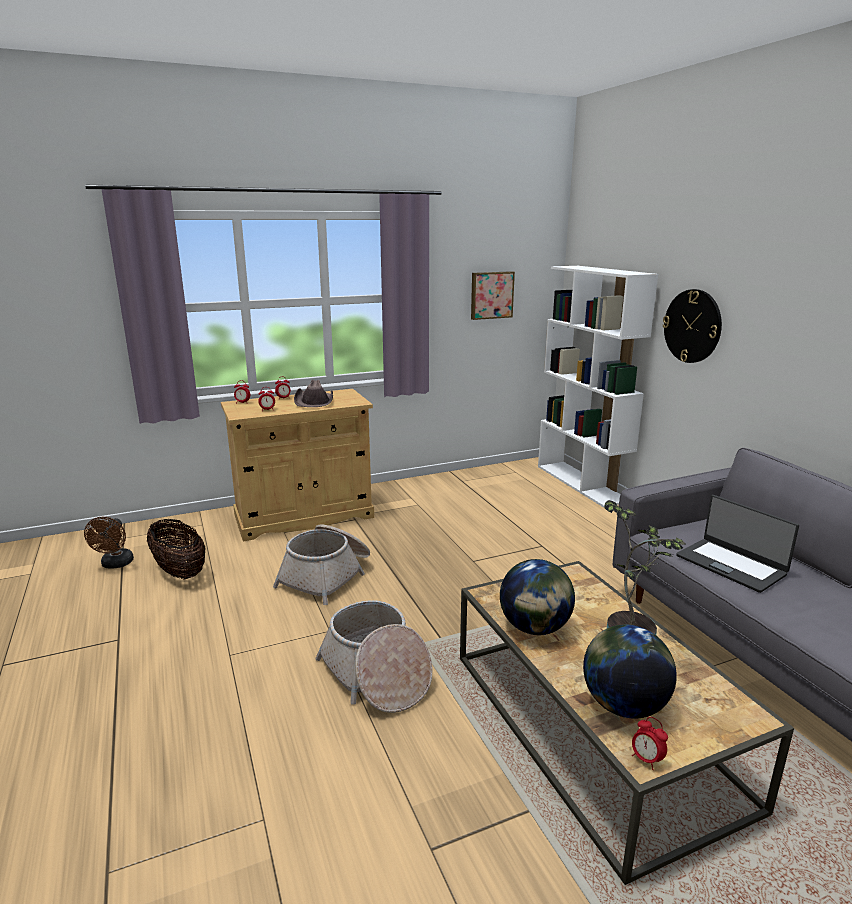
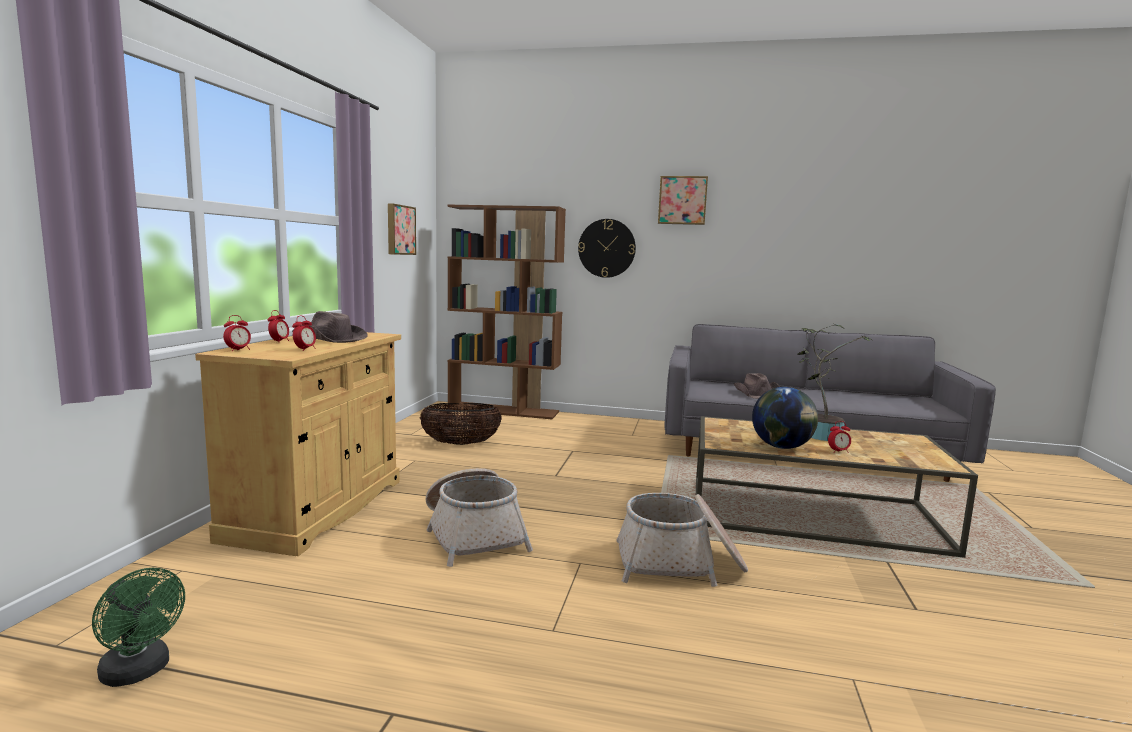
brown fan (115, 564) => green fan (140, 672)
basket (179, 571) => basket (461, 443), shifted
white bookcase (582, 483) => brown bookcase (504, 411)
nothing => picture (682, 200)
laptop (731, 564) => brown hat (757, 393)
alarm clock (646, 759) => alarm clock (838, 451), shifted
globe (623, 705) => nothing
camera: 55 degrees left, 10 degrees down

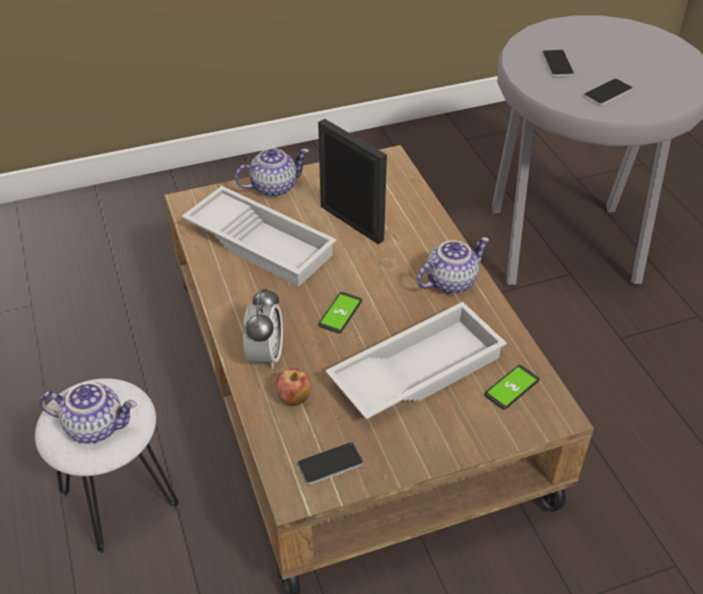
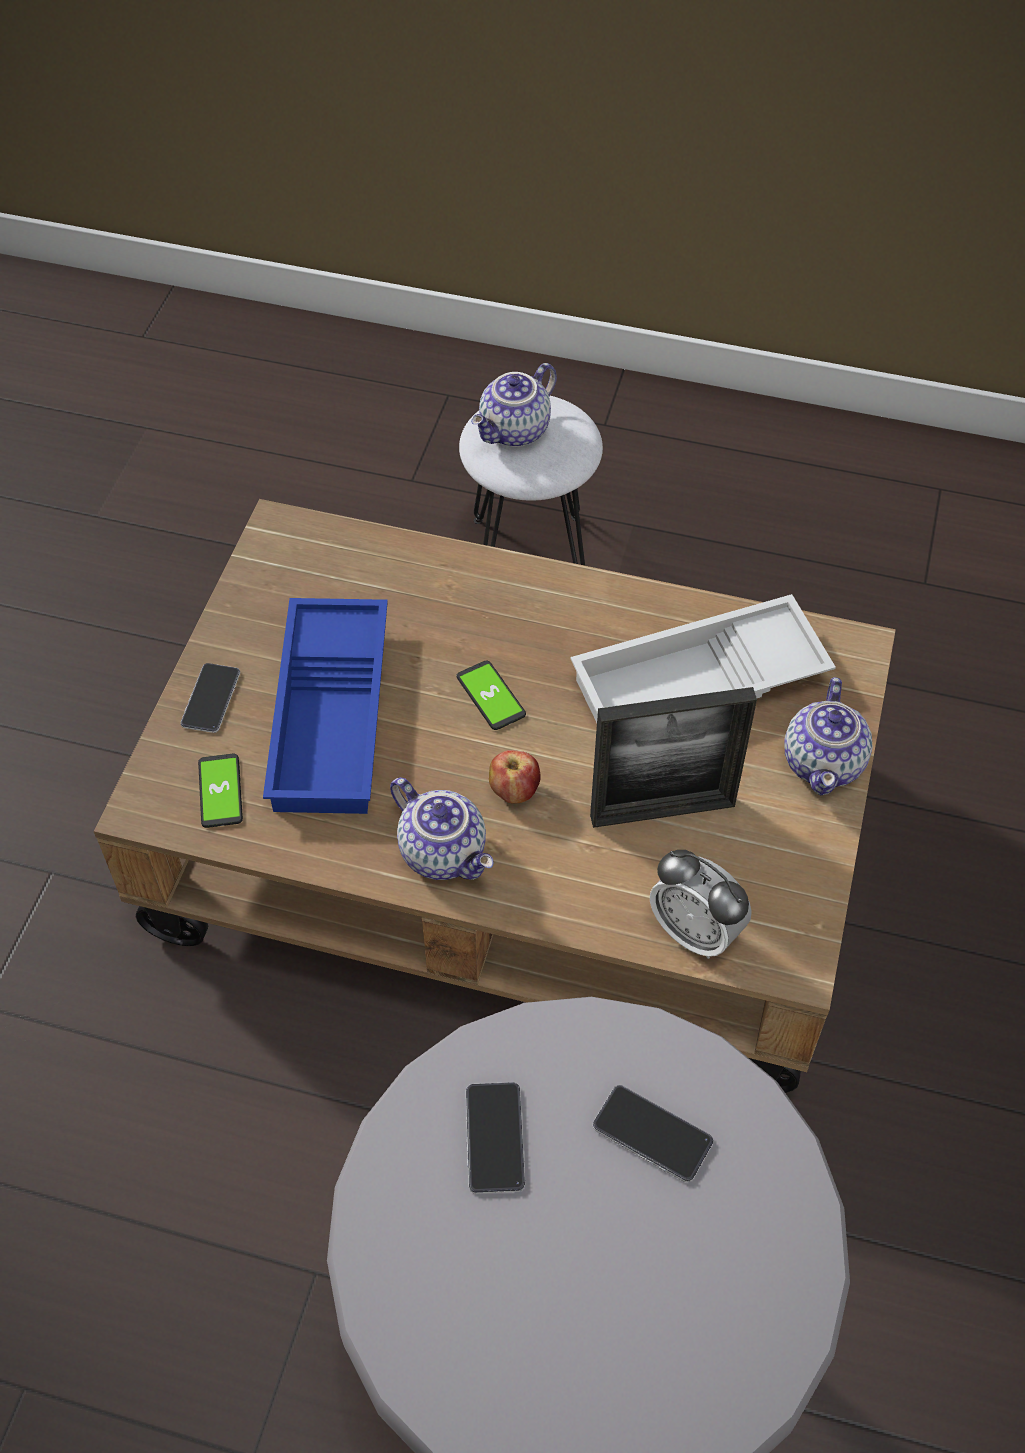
phone (330, 464) => phone (211, 699), shifted
white tray (416, 369) => blue tray (334, 716)
teapot (450, 281) => teapot (445, 852), 45 degrees counterclockwise
apple (294, 399) => apple (514, 791), shifted
alarm clock (265, 355) => alarm clock (695, 931), shifted
camera: 125 degrees right, 10 degrees up

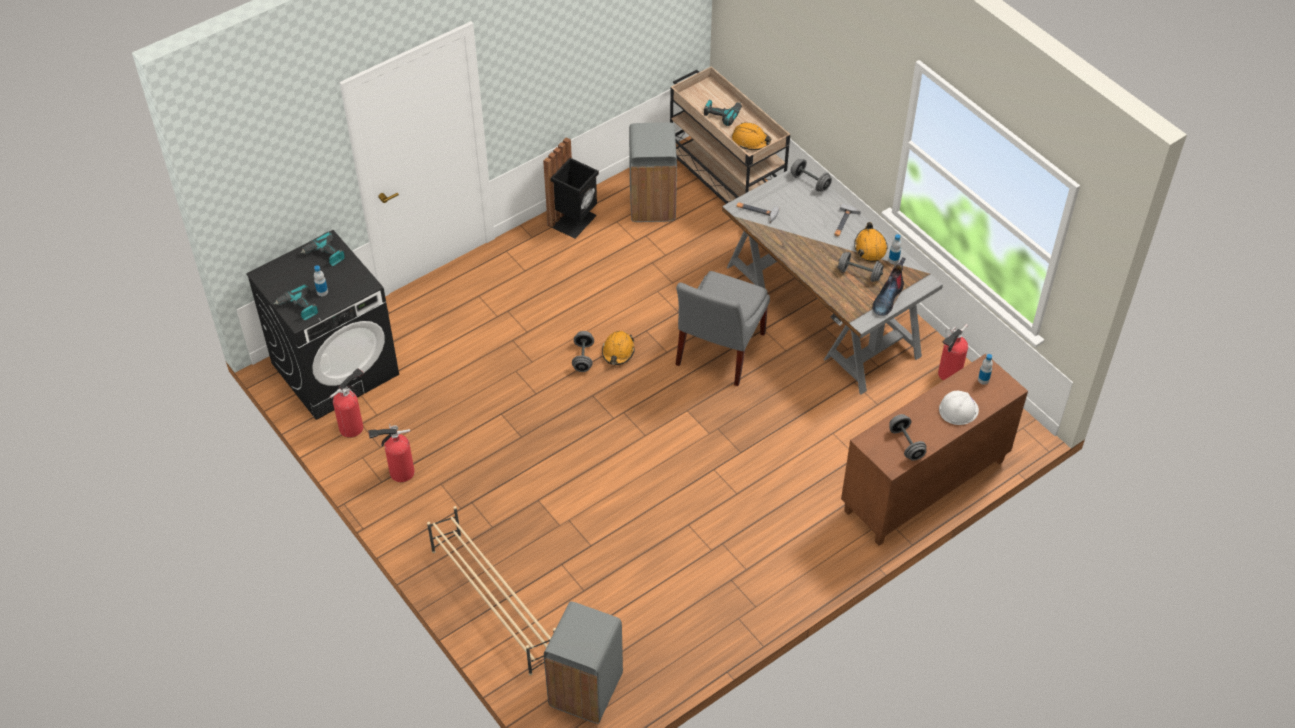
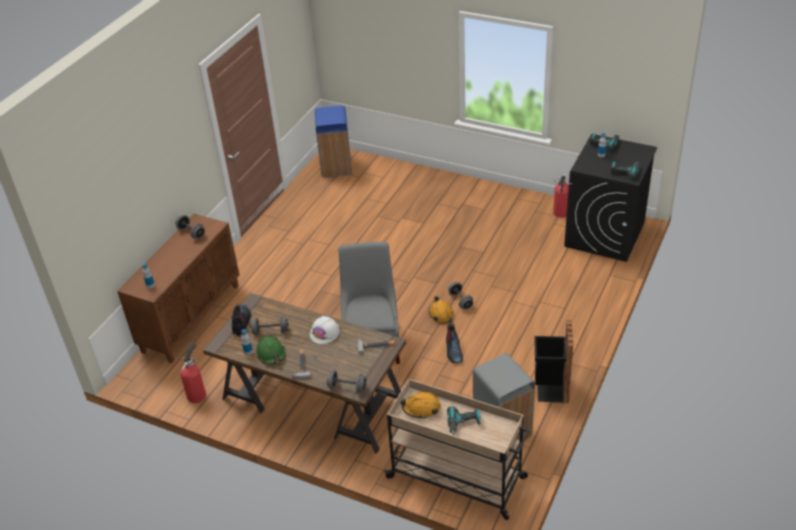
grey desk (823, 310) => brown desk (313, 402)
orange hard hat (870, 247) => green hard hat (271, 354)
white hard hat (958, 409) => white hard hat (324, 333), shifted
grey trash can (585, 690) => blue trash can (336, 166)
nothing => boot (453, 350)
fire extinguisher (399, 472) => nothing
beige shoe rack (493, 602) => nothing
camera: 155 degrees right, 10 degrees down

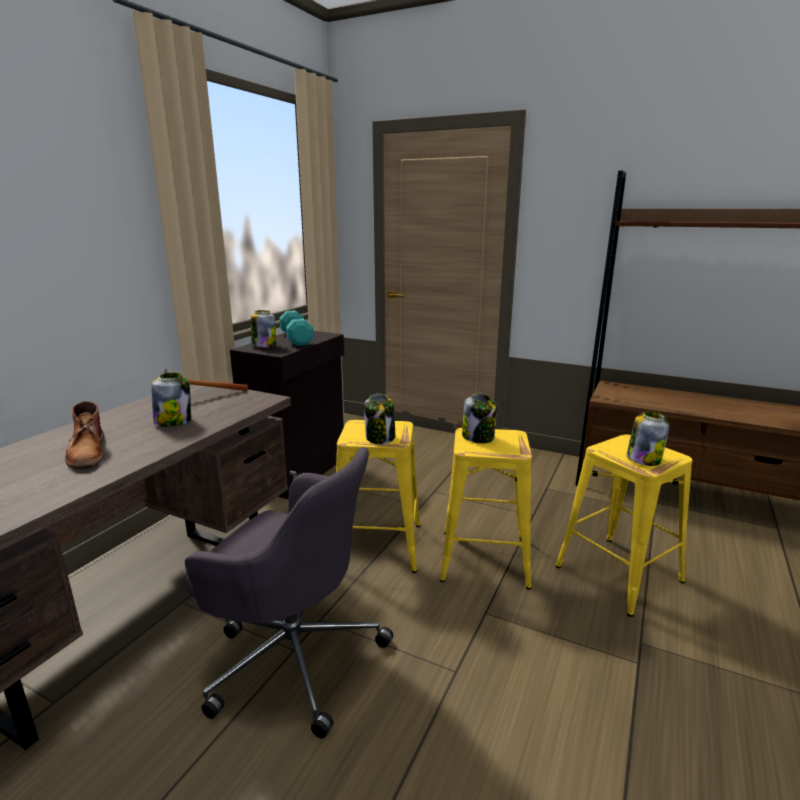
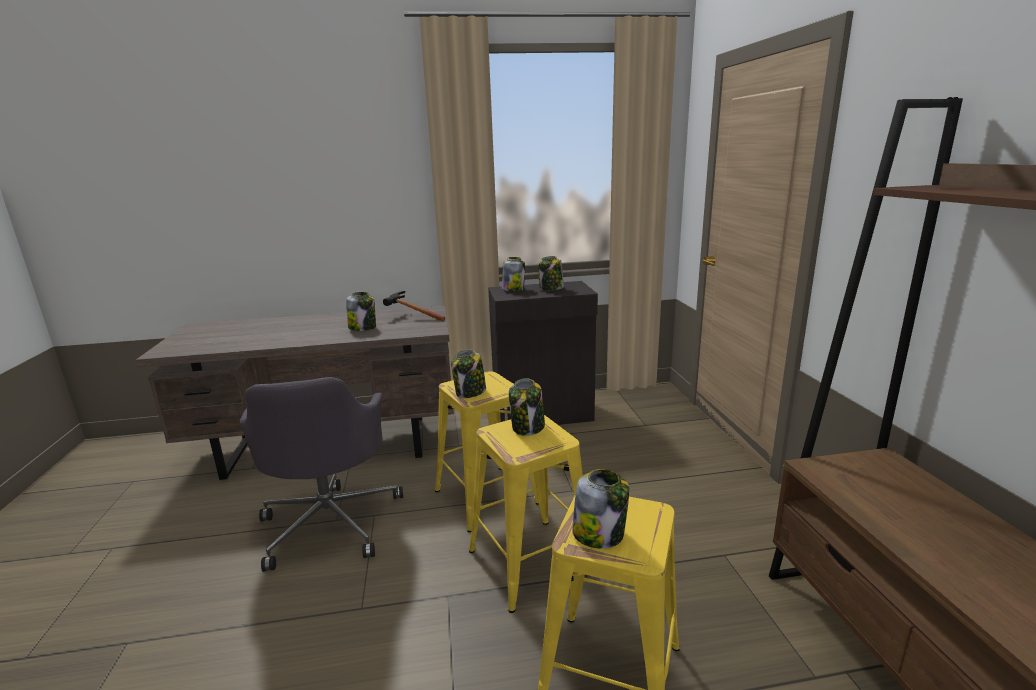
turquoise dumbbell (296, 339) => jar (551, 289)
brown boot (87, 452) => nothing
camera: 55 degrees right, 0 degrees up

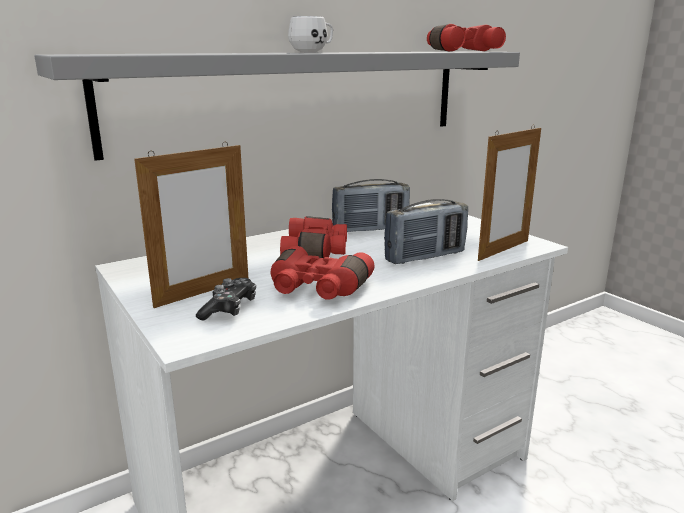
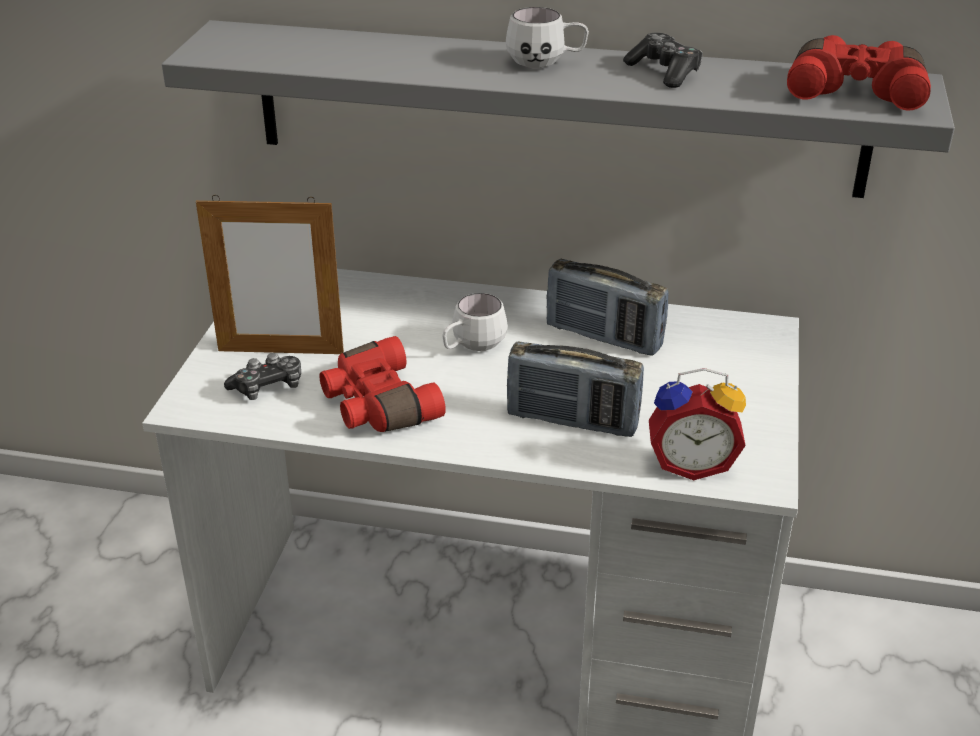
red binoculars (316, 252) => white mug (472, 347)
nothing => game controller (664, 72)
picture frame (503, 250) => alarm clock (691, 464)
camera: 45 degrees right, 15 degrees up

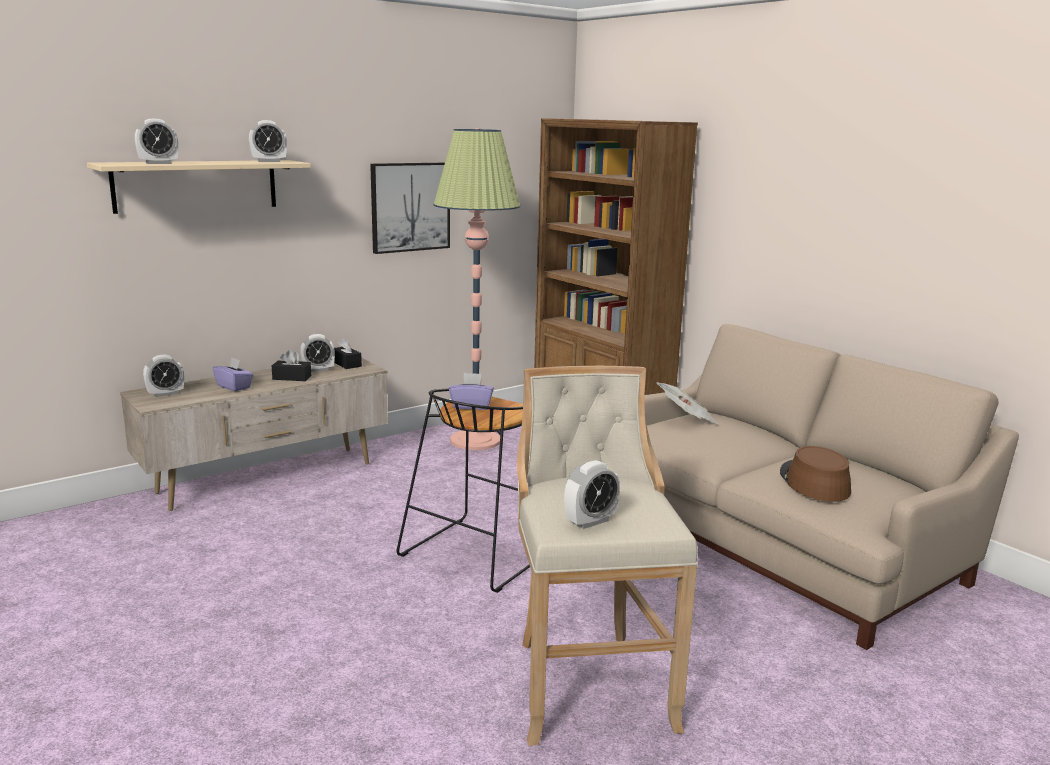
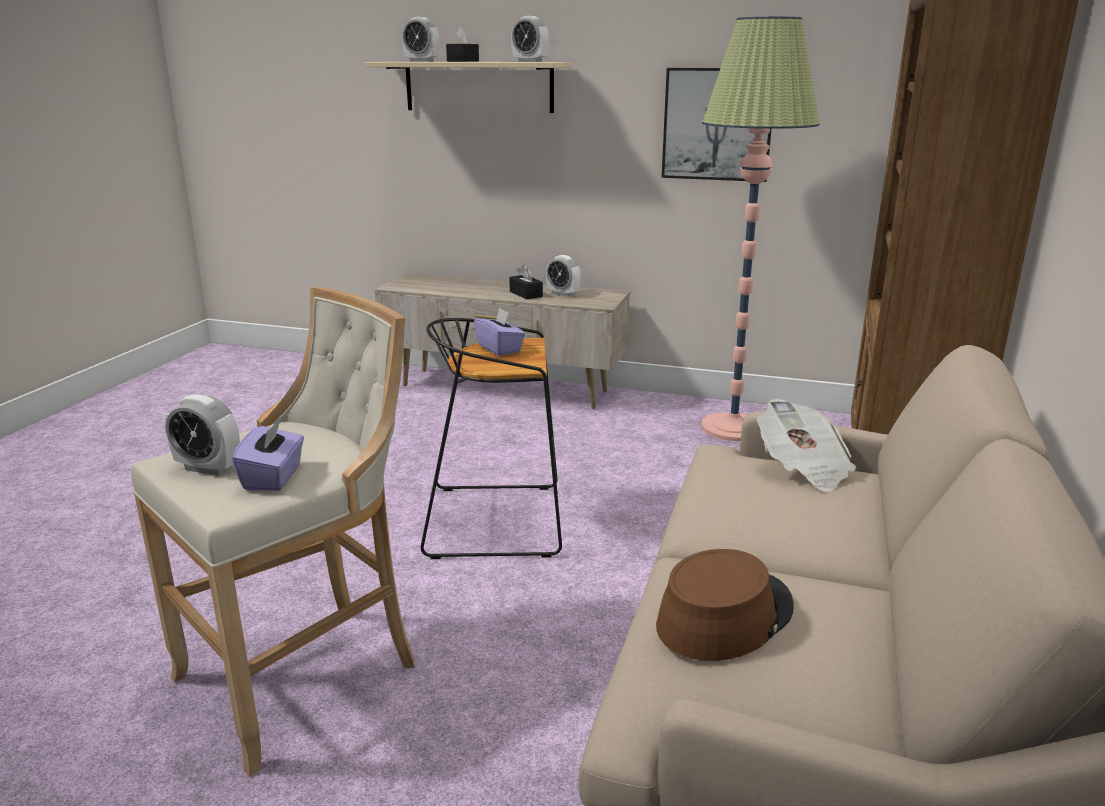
purple tissue box (234, 387) => purple tissue box (273, 477), shifted
black tissue box (346, 364) => black tissue box (463, 61), shifted
alarm clock (165, 394) => nothing
camera: 55 degrees right, 5 degrees up

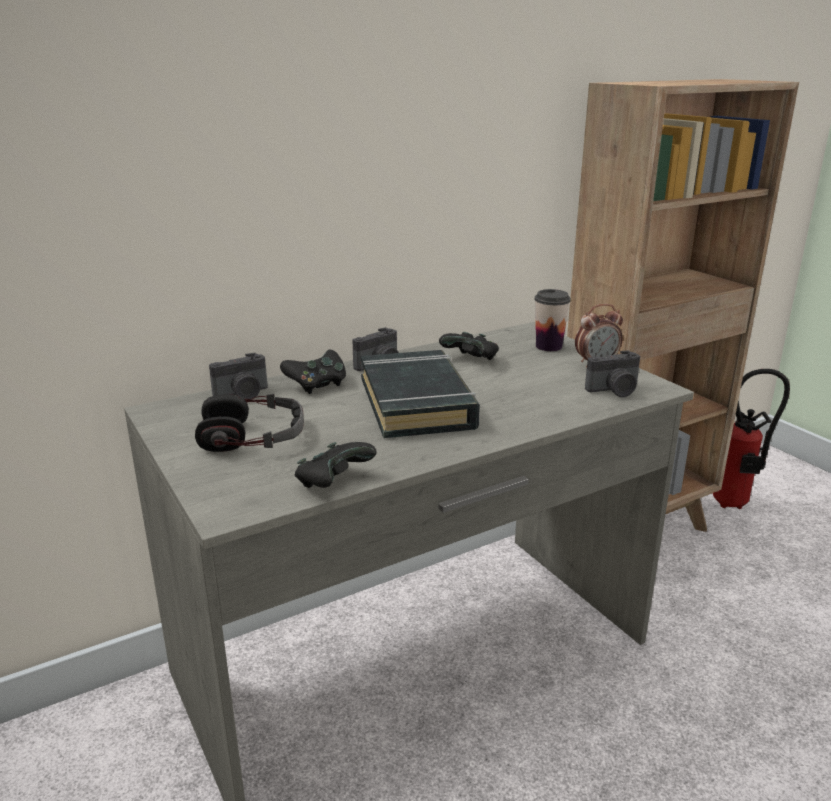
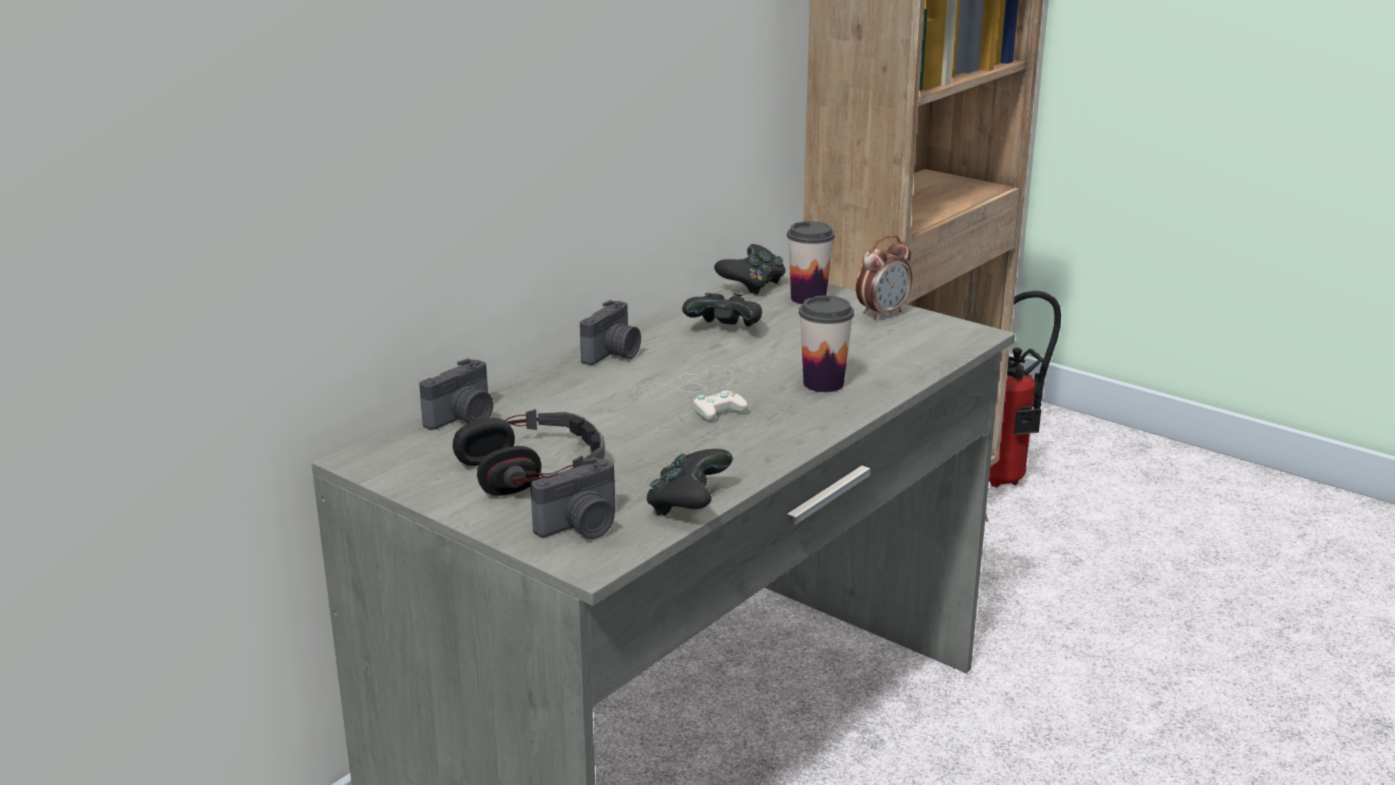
photo camera (614, 390) => photo camera (581, 527), shifted
black book (417, 403) => white game controller (704, 395)
black game controller (316, 385) => black game controller (752, 286), shifted
nothing => cup (823, 383)
camera: 20 degrees left, 0 degrees up

